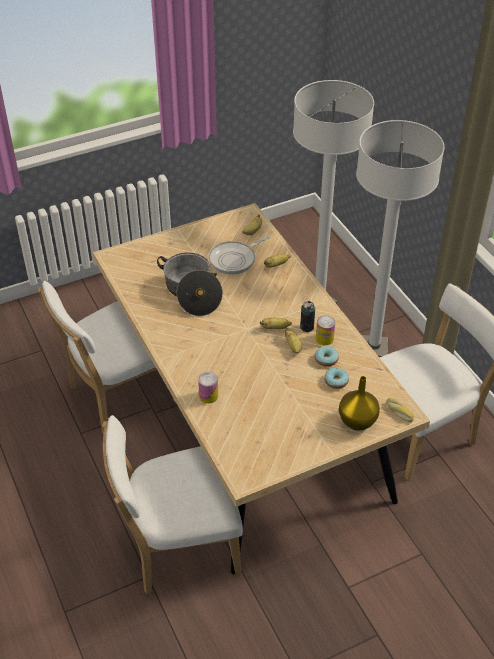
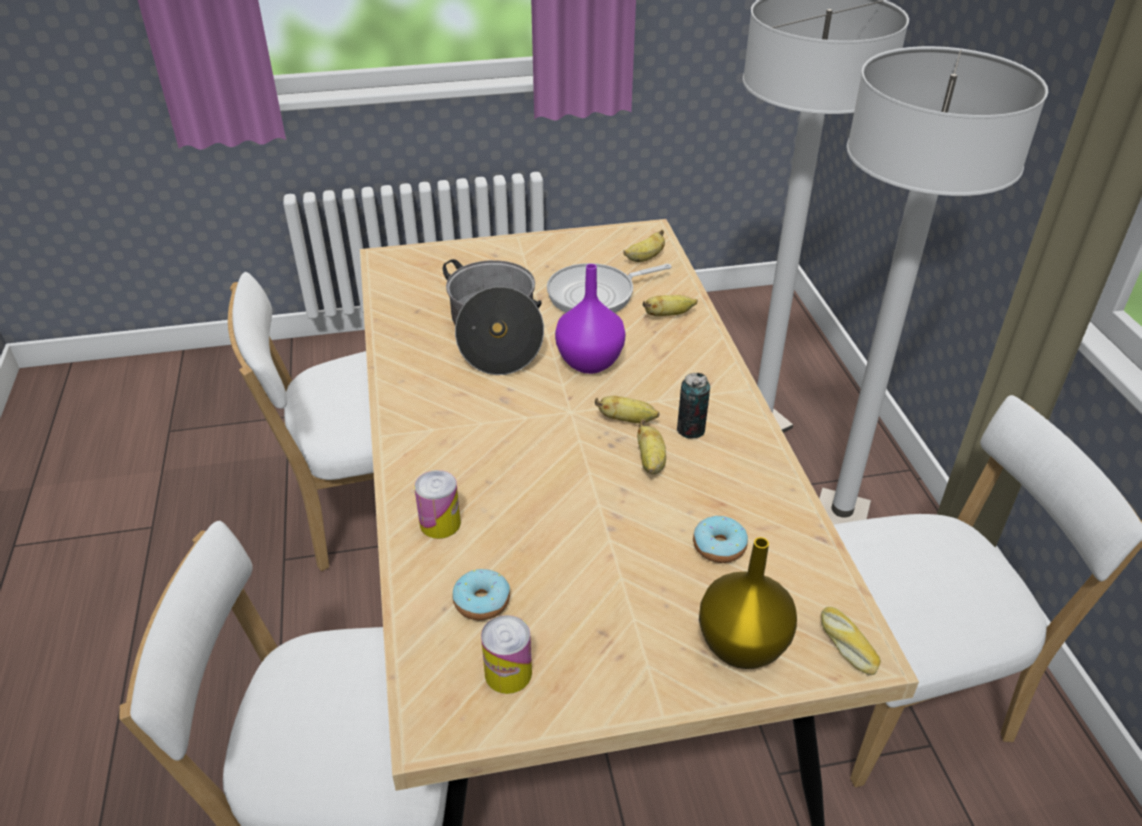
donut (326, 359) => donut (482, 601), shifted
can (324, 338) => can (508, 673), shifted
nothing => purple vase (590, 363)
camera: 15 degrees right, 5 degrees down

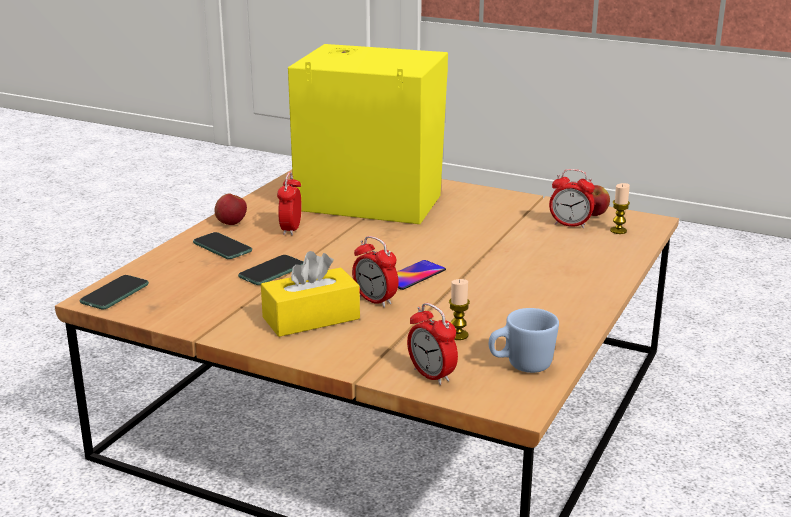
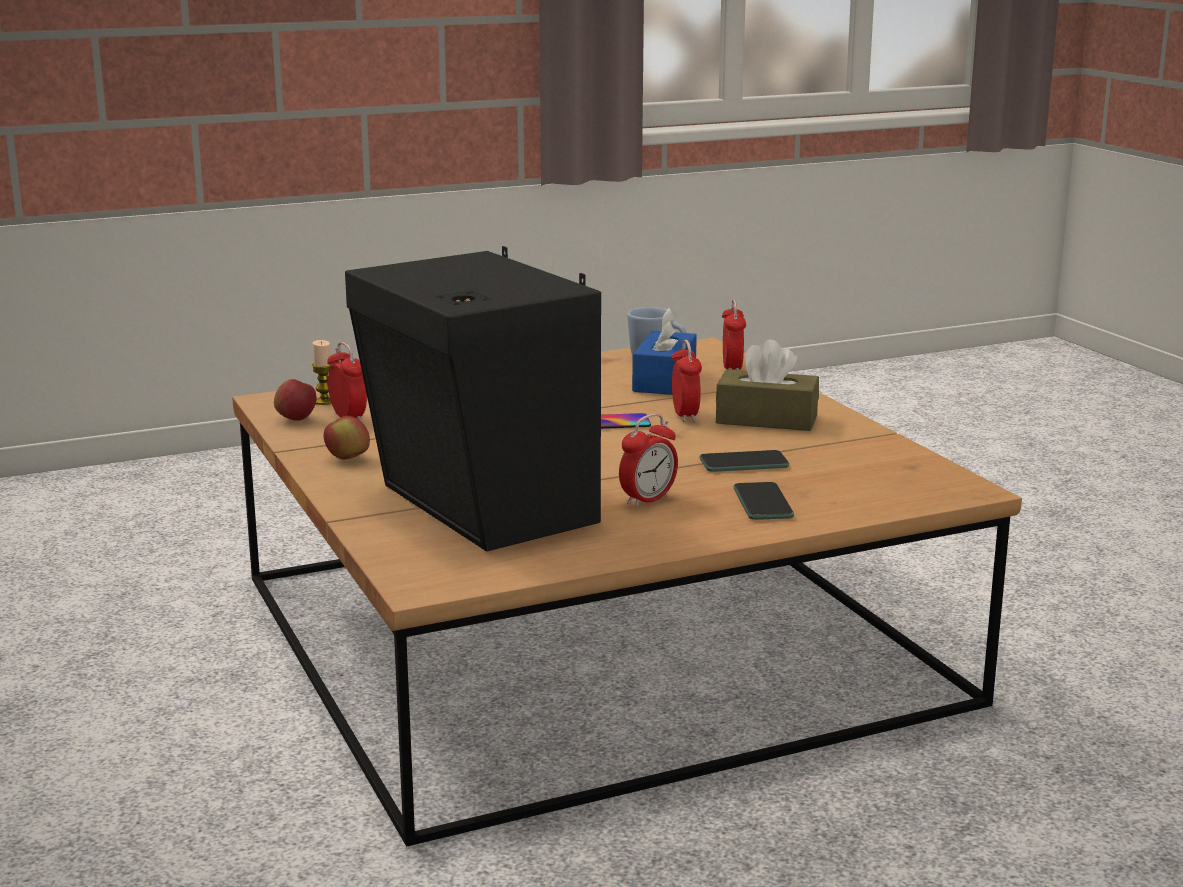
apple (231, 223) => apple (347, 458), shifted
yellow speaker (368, 200) => black speaker (480, 507)
candle (458, 335) => blue tissue box (664, 380)
yellow tissue box (311, 318) => brown tissue box (766, 419)
phone (115, 293) => nothing
camera: 140 degrees left, 5 degrees down

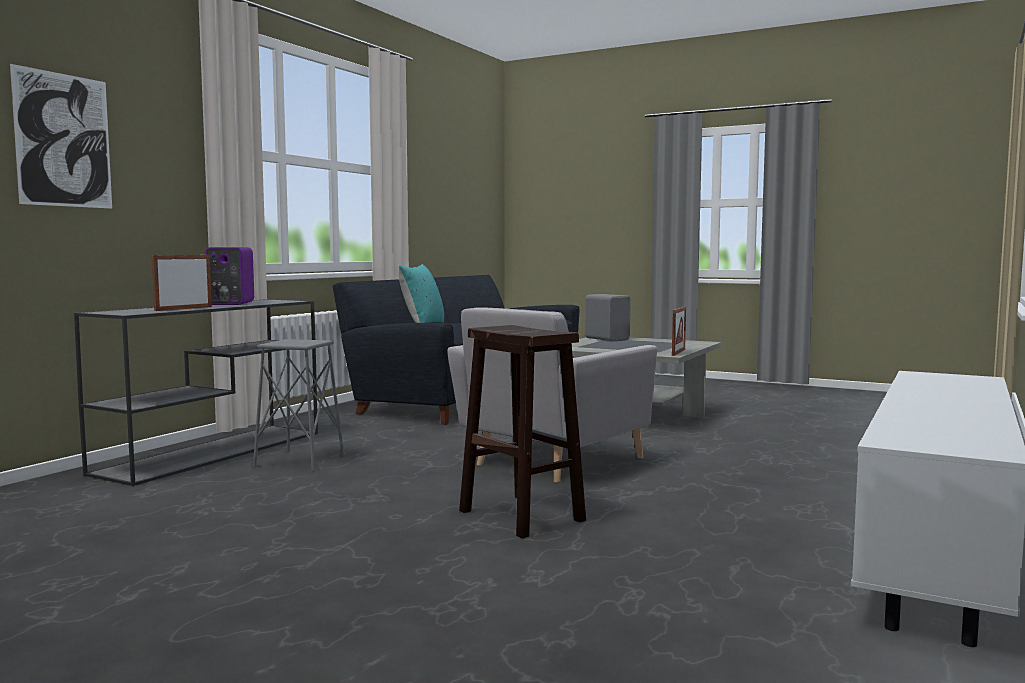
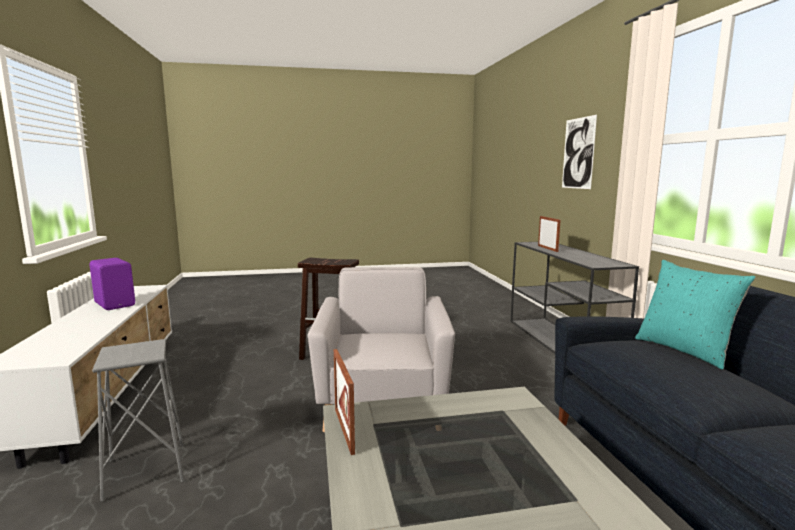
purple speaker (229, 303) => purple speaker (116, 304), shifted
grey stool (300, 460) => grey stool (146, 470), shifted
grey speaker (607, 339) => nothing
camera: 140 degrees right, 5 degrees up

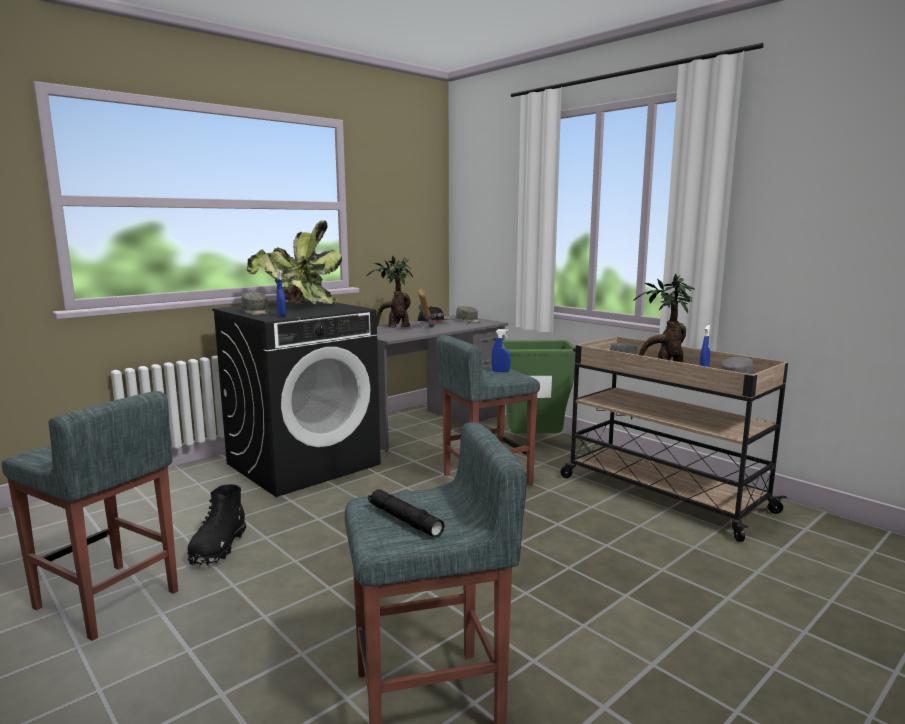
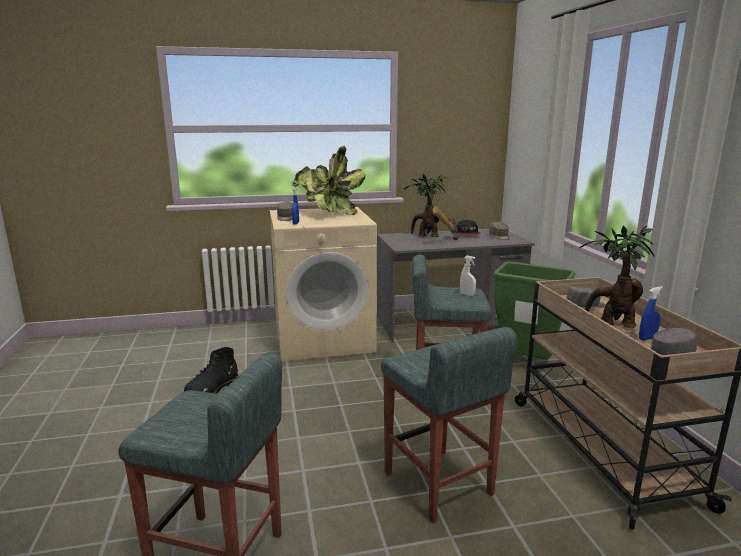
black washing machine (304, 463) => beige washing machine (324, 339)
grey stool (107, 600) => grey stool (438, 484), shifted
blue spray bottle (500, 371) => white spray bottle (467, 294)
black flashlight (404, 520) => nothing
camera: 30 degrees right, 5 degrees up

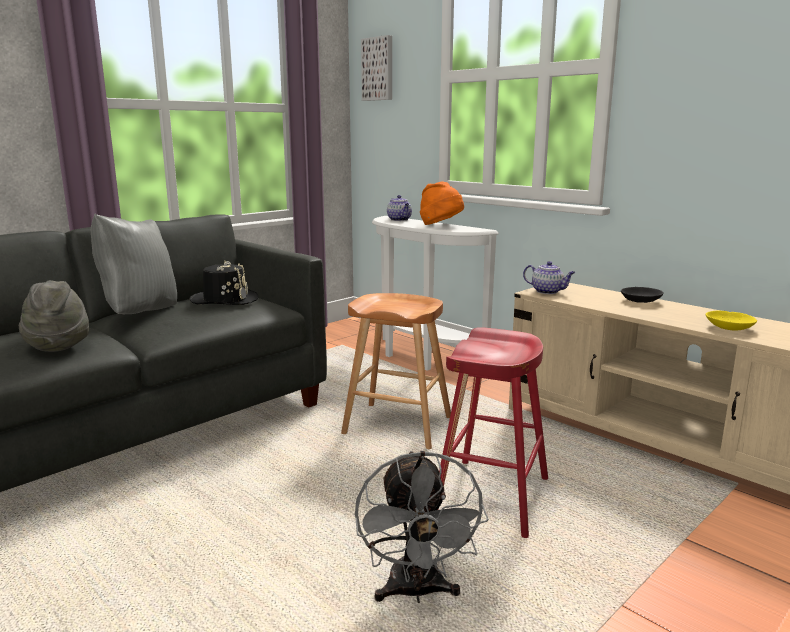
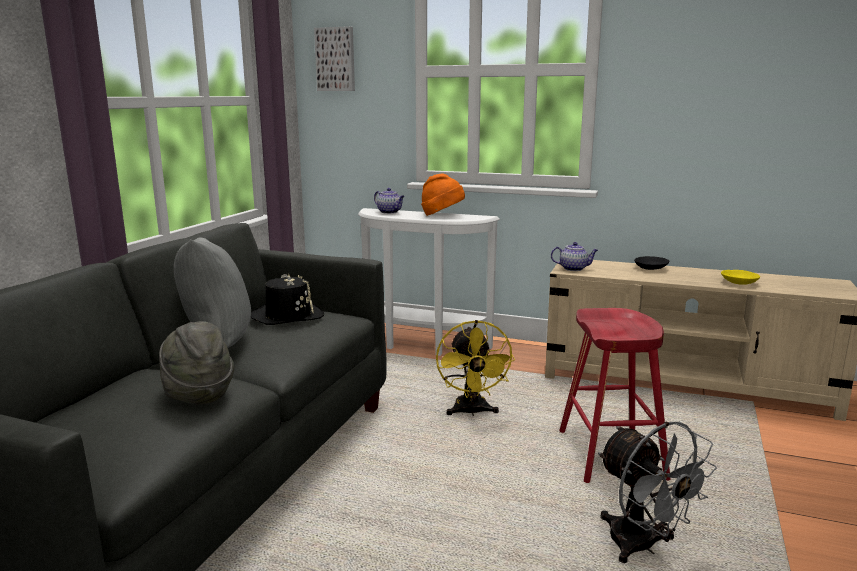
brown stool (397, 425) => yellow fan (472, 412)
camera: 25 degrees left, 0 degrees up

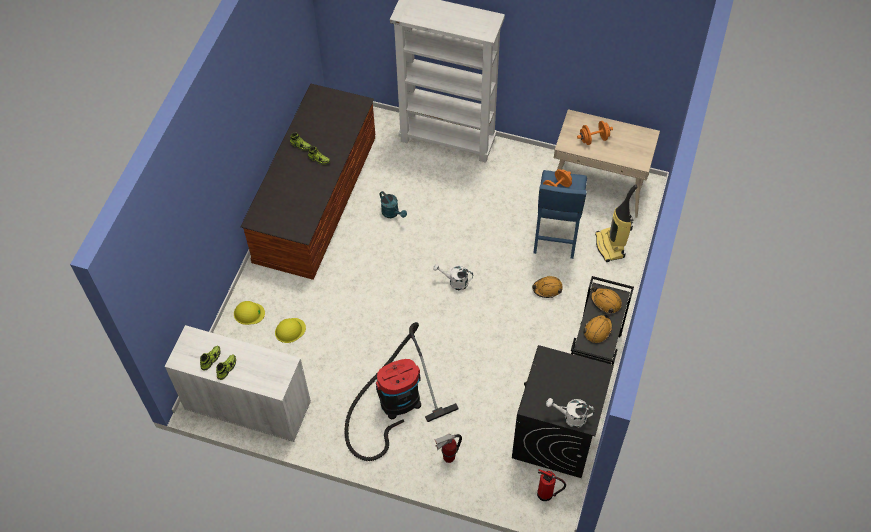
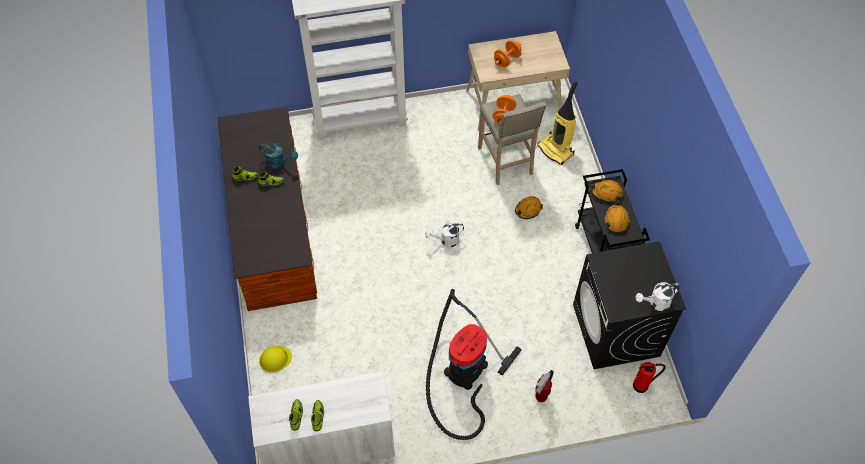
turquoise watering can (392, 213) => turquoise watering can (279, 162), shifted
blue stool (555, 236) => beige stool (505, 162)
yellow hard hat (290, 330) => nothing
camera: 30 degrees left, 0 degrees up

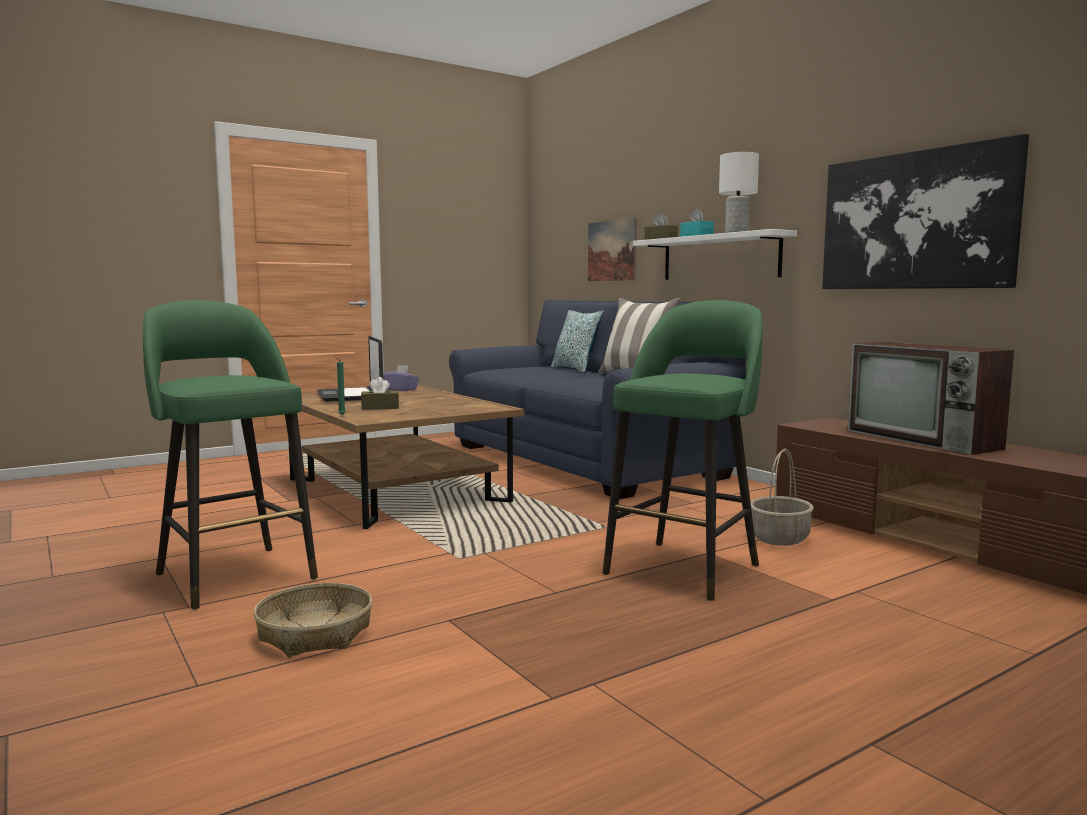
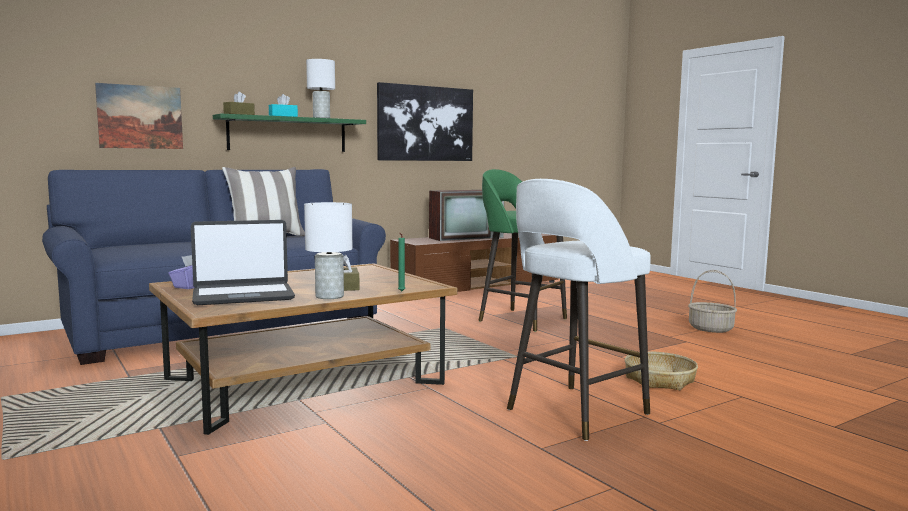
white shelf (719, 257) => green shelf (288, 134)
nothing => white table lamp (329, 296)
green stool (234, 575) => white stool (574, 412)
basket (779, 538) => basket (711, 329), shifted
pillow (575, 369) => nothing
camera: 90 degrees left, 0 degrees up

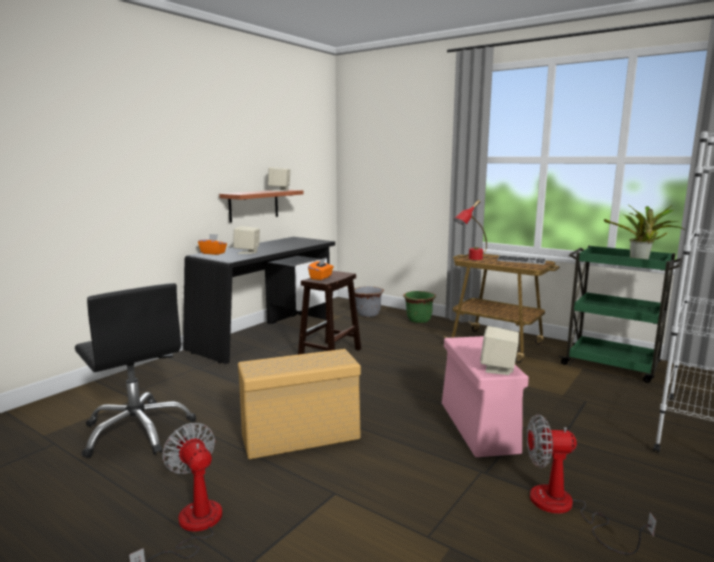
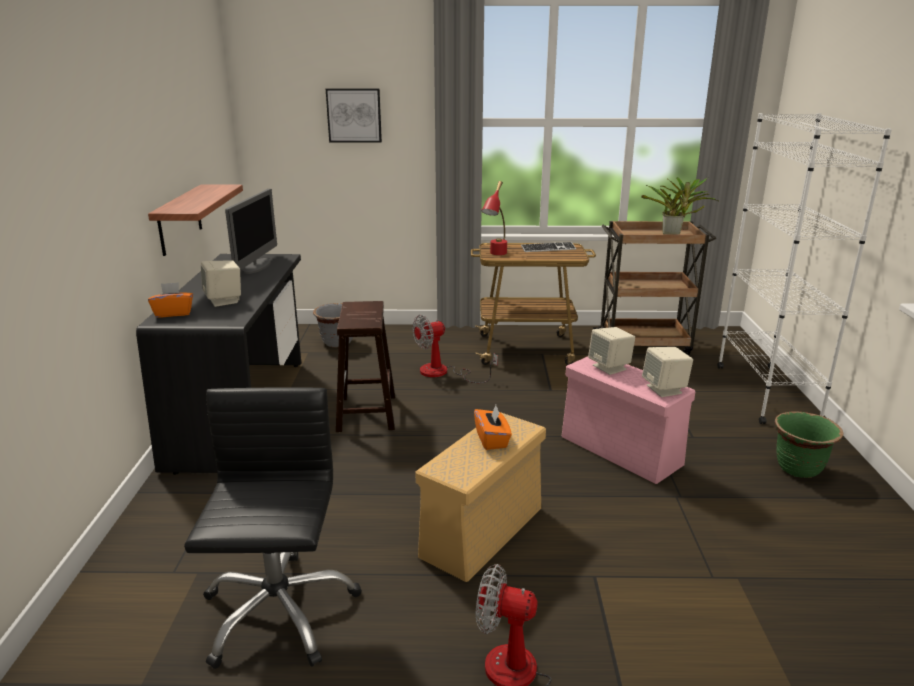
black office chair (138, 431) => black office chair (278, 612), 105 degrees counterclockwise
nothing => monitor (256, 266)
nothing => picture (354, 115)
fan (564, 509) => fan (443, 373), shifted
orange tissue box (321, 277) => orange tissue box (492, 440), shifted
beige speaker (279, 190) => beige speaker (610, 367), shifted
green cart (612, 365) => brown cart (644, 344)
green planter (419, 320) => green planter (799, 469), shifted
camera: 35 degrees left, 10 degrees up

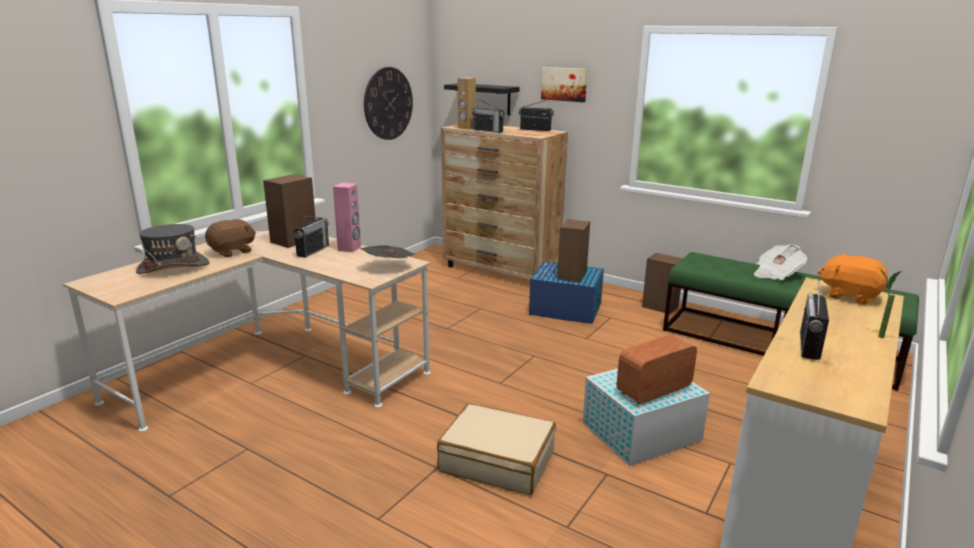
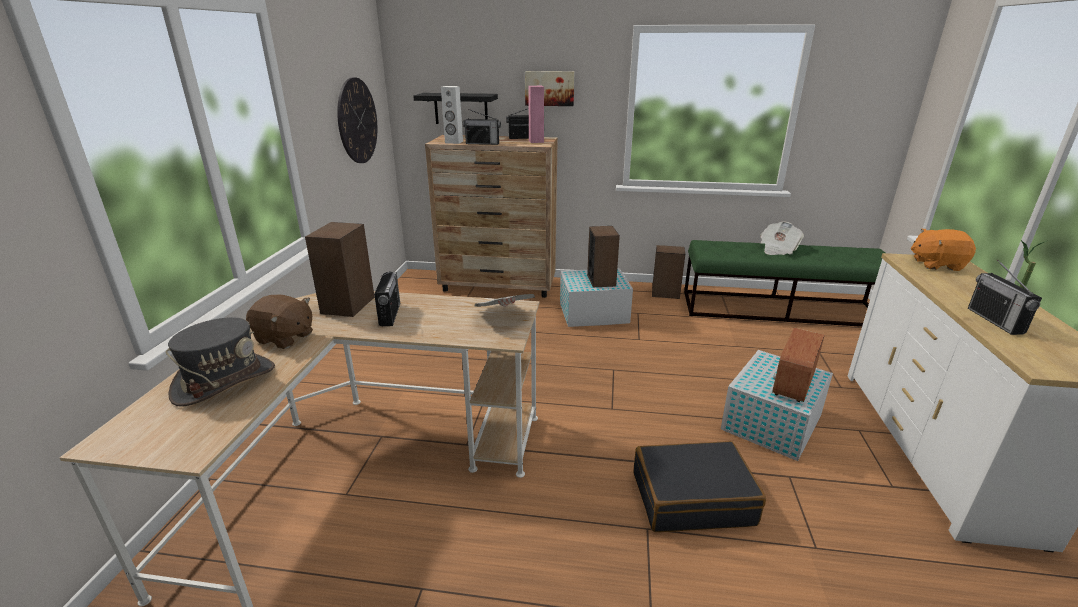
brown plush toy (232, 252) => brown plush toy (285, 338), 90 degrees clockwise
brown speaker (466, 128) => white speaker (454, 142)
pink speaker (349, 248) => pink speaker (536, 141), shifted
blue storage box (564, 308) => white storage box (592, 313)
beige suitcase (497, 461) => black suitcase (692, 498)
camera: 25 degrees left, 5 degrees up

